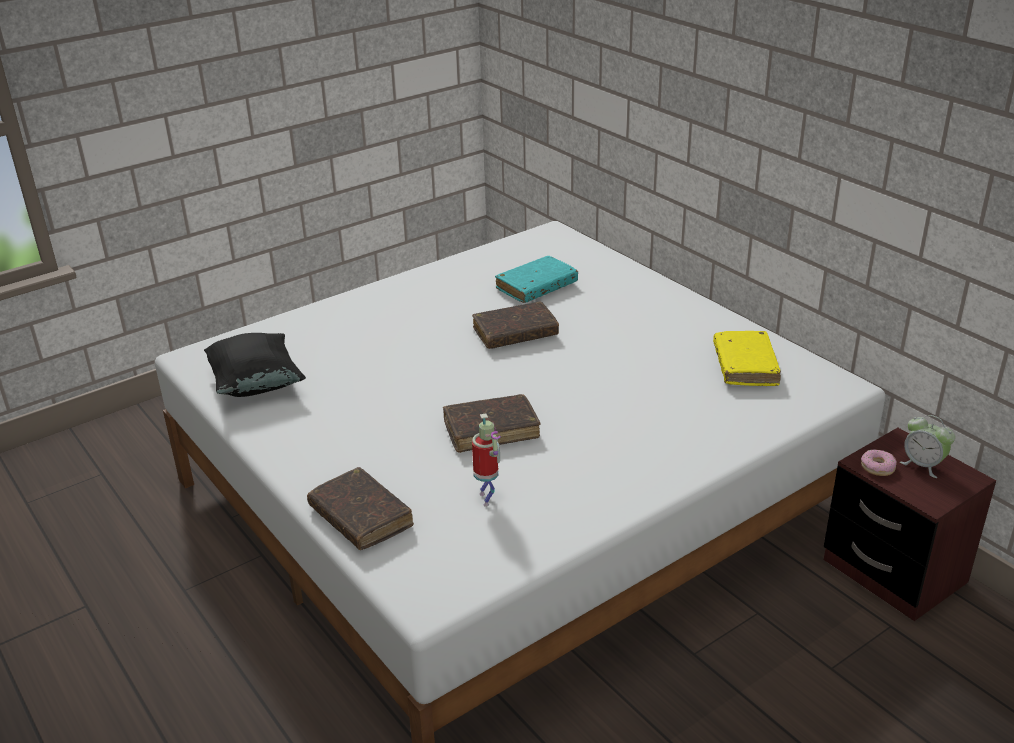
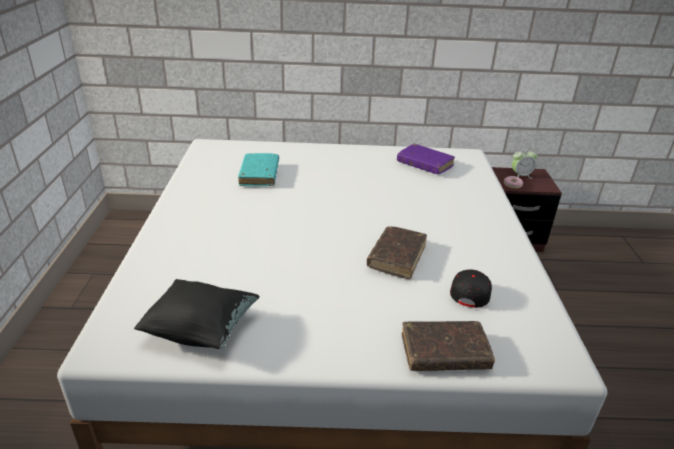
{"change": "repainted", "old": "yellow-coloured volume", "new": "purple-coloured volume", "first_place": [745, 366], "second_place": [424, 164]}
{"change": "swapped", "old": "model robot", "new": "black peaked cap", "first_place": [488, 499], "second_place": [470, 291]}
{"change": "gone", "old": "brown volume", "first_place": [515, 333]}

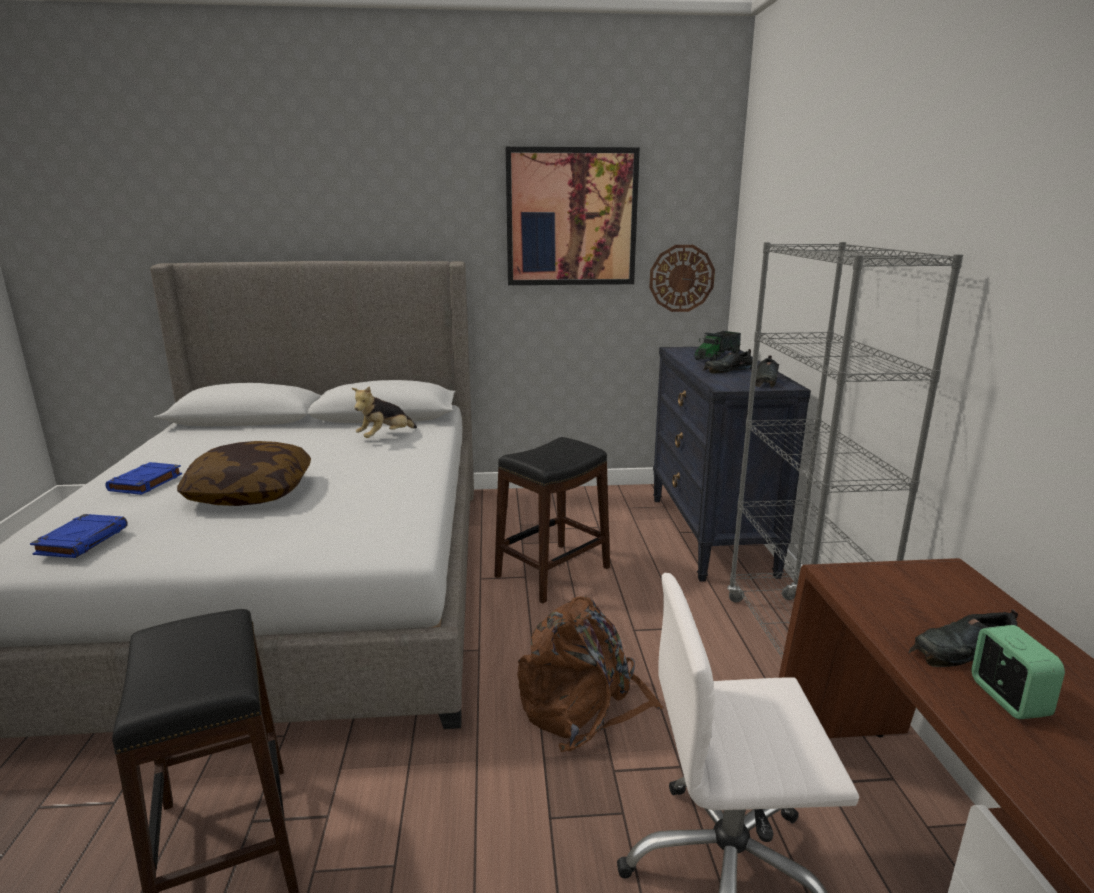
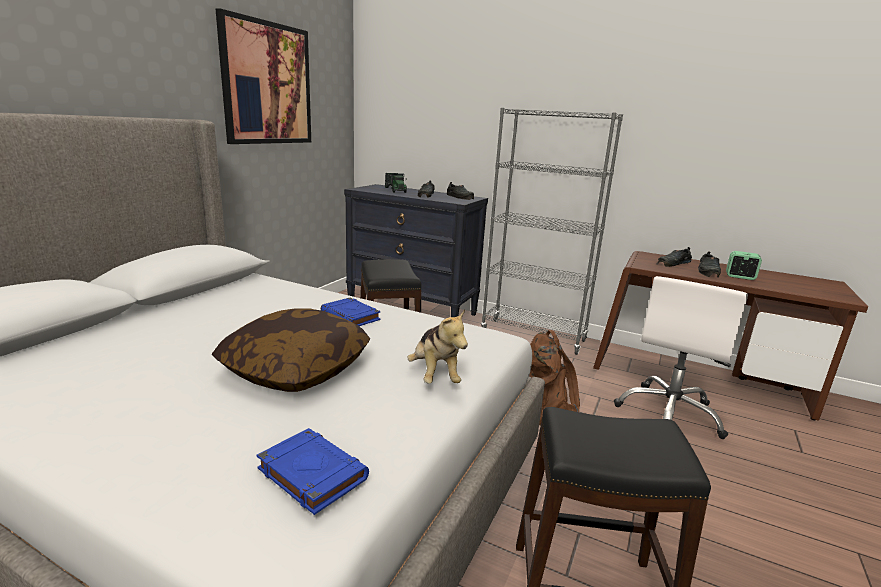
{"change": "shifted", "old": "blue volume", "first_place": [145, 483], "second_place": [351, 317]}
{"change": "shifted", "old": "plush toy", "first_place": [385, 437], "second_place": [434, 375]}
{"change": "new", "new": "black shoe", "second_place": [673, 263]}
{"change": "gone", "old": "clock on the wall", "first_place": [681, 278]}

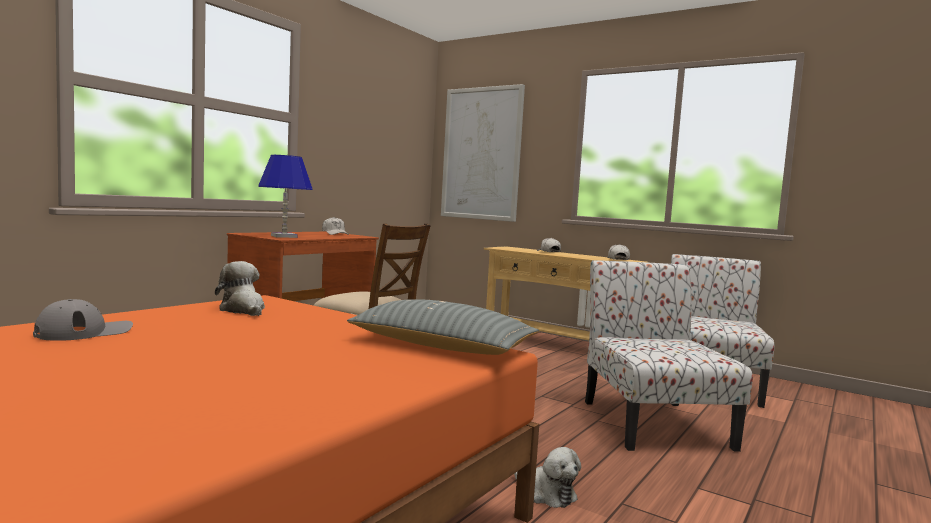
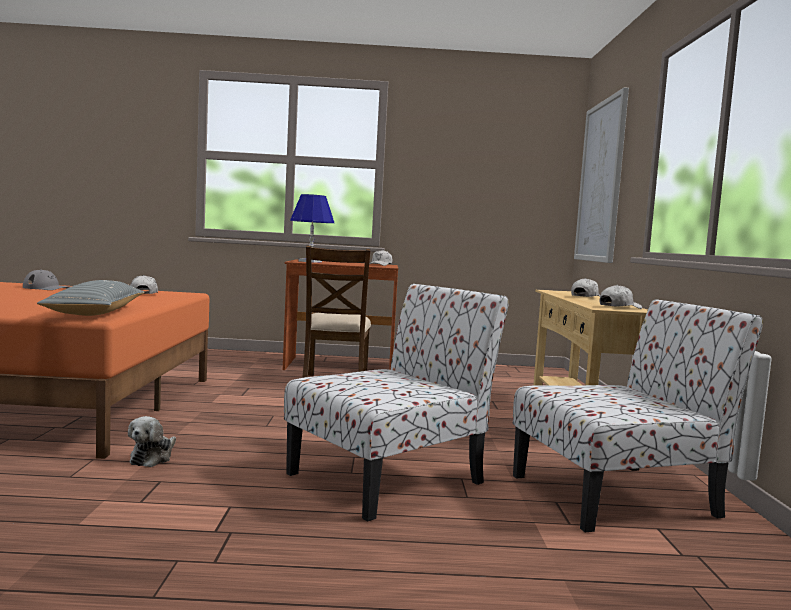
{"change": "swapped", "old": "plush toy", "new": "white-coloured peaked cap", "first_place": [243, 310], "second_place": [144, 293]}

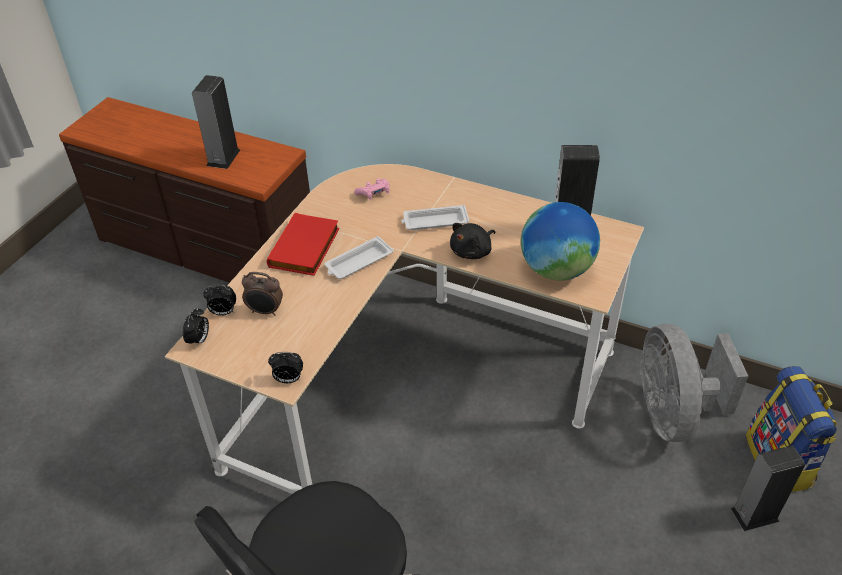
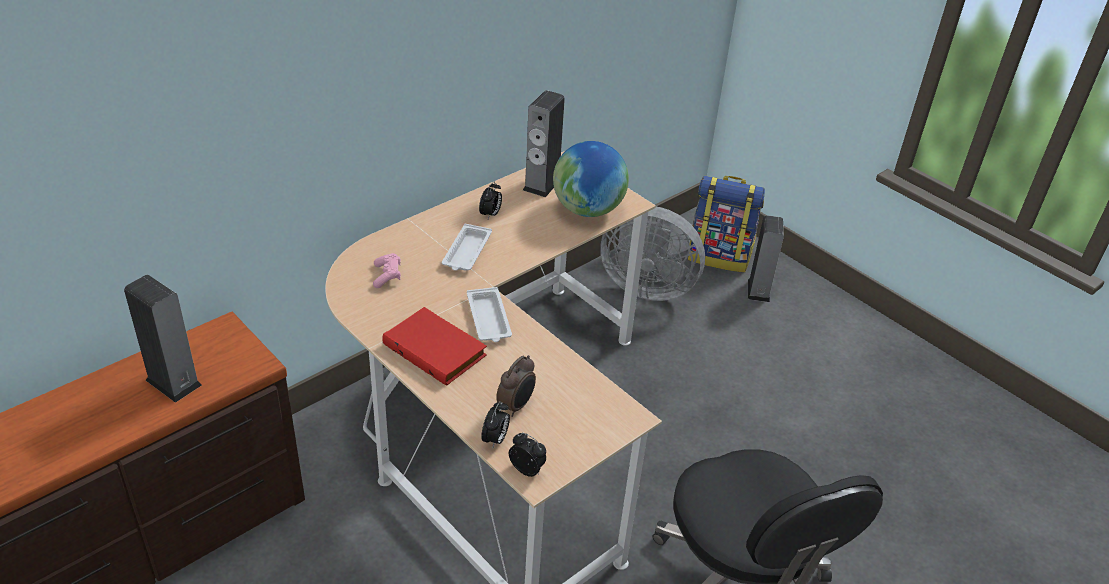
{"change": "shifted", "old": "table clock", "first_place": [288, 379], "second_place": [490, 215]}
{"change": "gone", "old": "black plush toy", "first_place": [472, 251]}

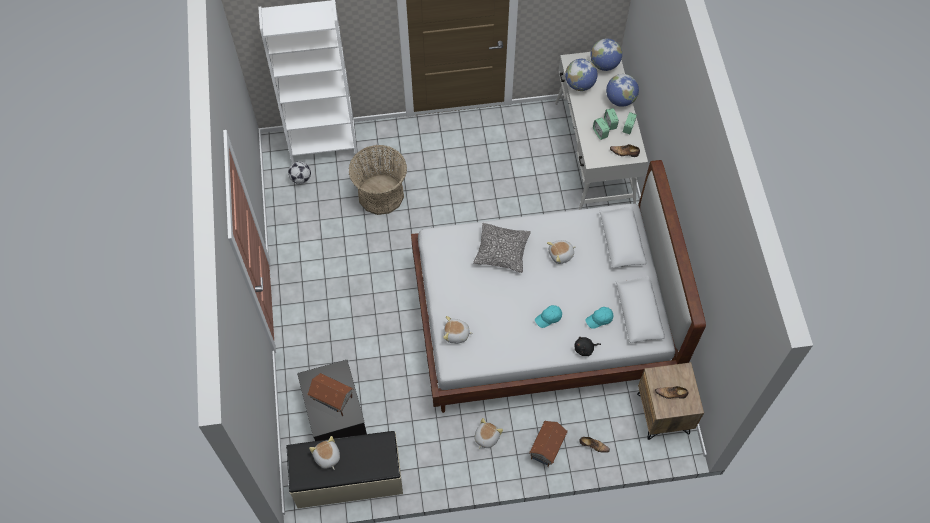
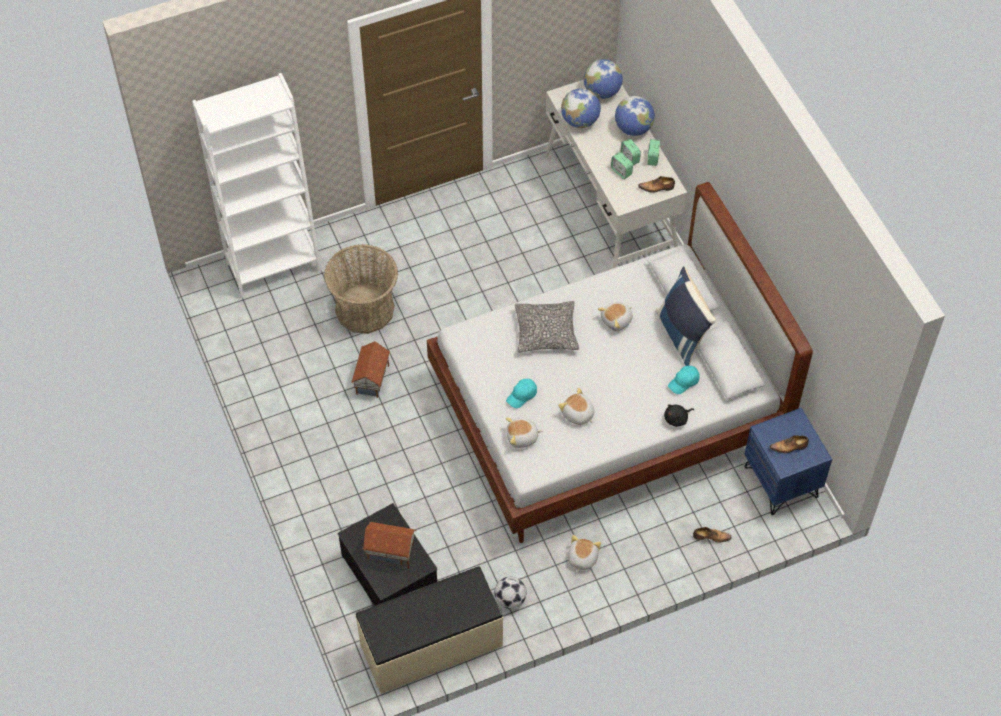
{"change": "shifted", "old": "model house", "first_place": [547, 449], "second_place": [373, 380]}
{"change": "shifted", "old": "ball for football", "first_place": [301, 178], "second_place": [510, 599]}
{"change": "shifted", "old": "turquoise peaked cap", "first_place": [549, 318], "second_place": [522, 396]}
{"change": "shifted", "old": "plush toy", "first_place": [327, 457], "second_place": [577, 414]}
{"change": "new", "new": "blue pillow", "second_place": [682, 335]}
{"change": "repainted", "old": "brown bedside table", "new": "blue bedside table", "first_place": [663, 413], "second_place": [781, 482]}

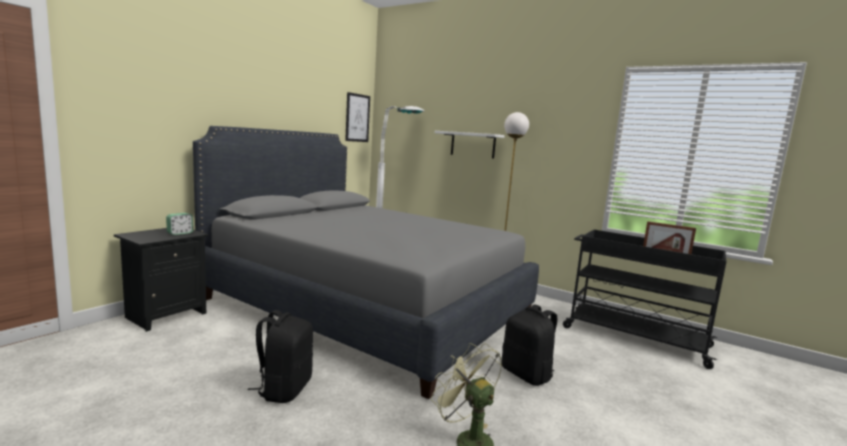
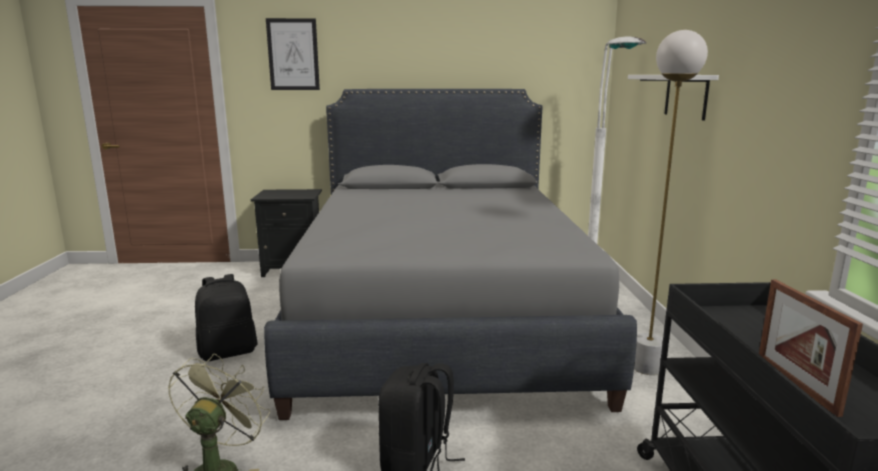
{"change": "shifted", "old": "wall art", "first_place": [357, 118], "second_place": [293, 54]}
{"change": "gone", "old": "table clock", "first_place": [180, 233]}

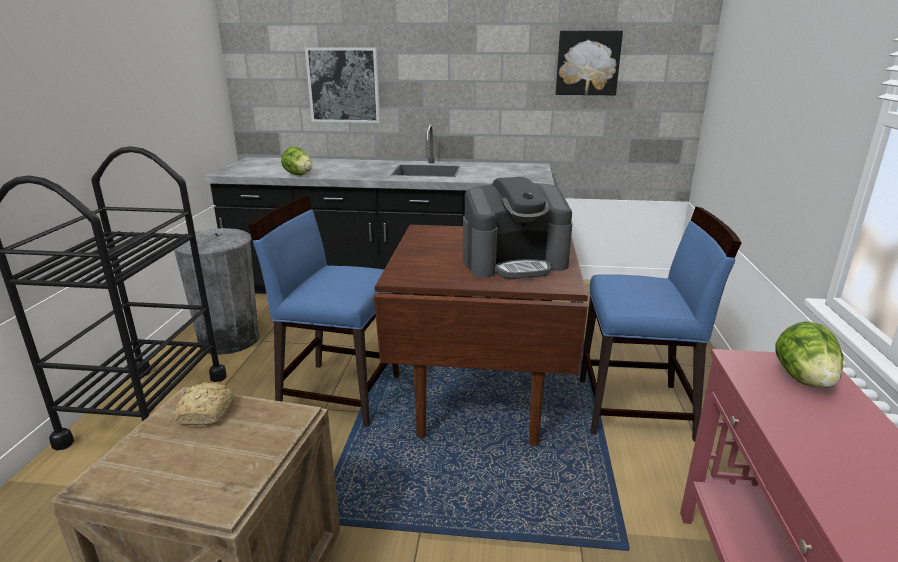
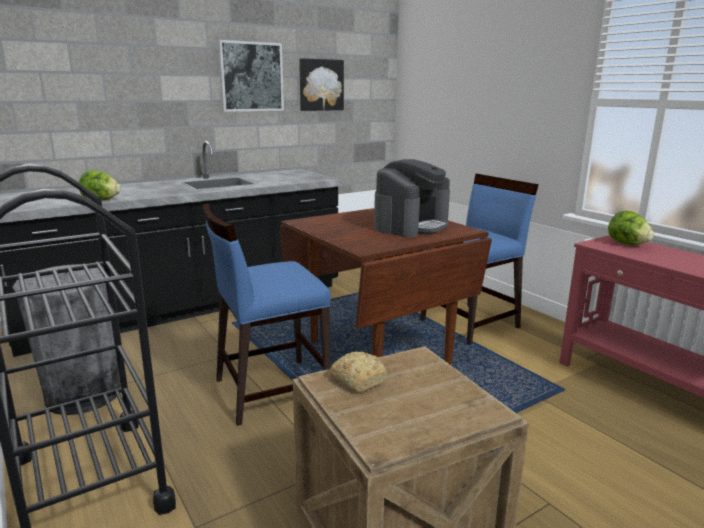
{"change": "shifted", "old": "wall art", "first_place": [344, 85], "second_place": [251, 77]}

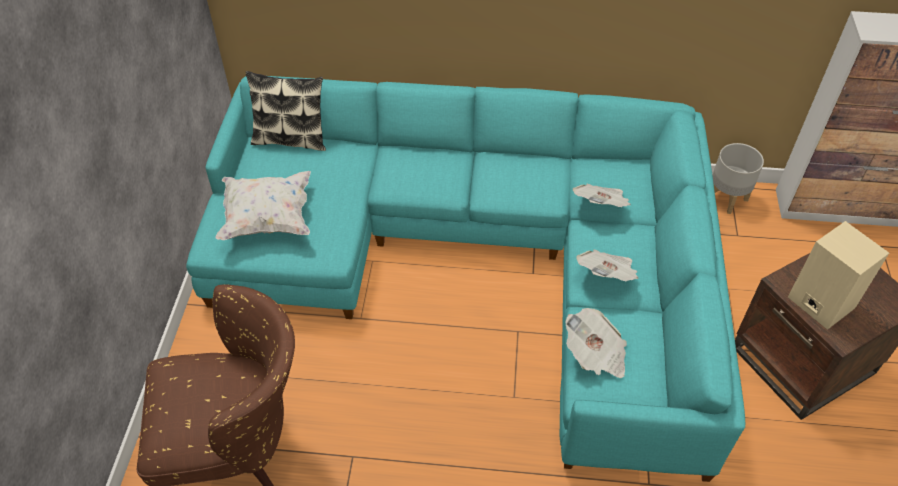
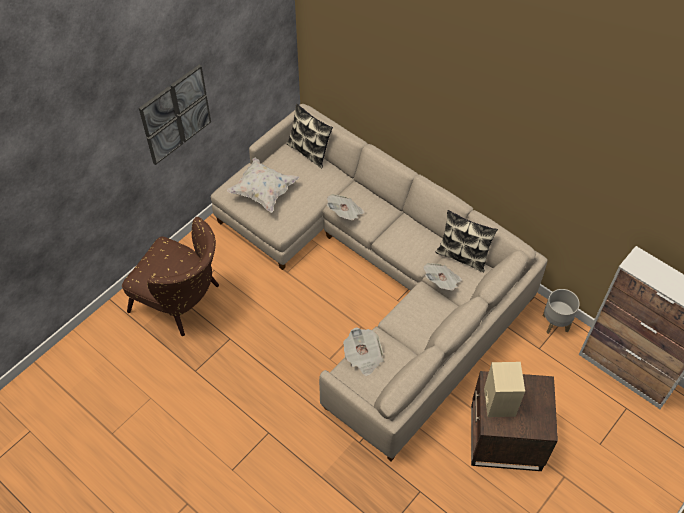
{"change": "new", "new": "wall art", "second_place": [175, 114]}
{"change": "repainted", "old": "turquoise couch", "new": "sand-coloured couch", "first_place": [480, 258], "second_place": [375, 275]}
{"change": "shifted", "old": "printed paper", "first_place": [607, 275], "second_place": [345, 213]}
{"change": "new", "new": "pillow", "second_place": [462, 256]}

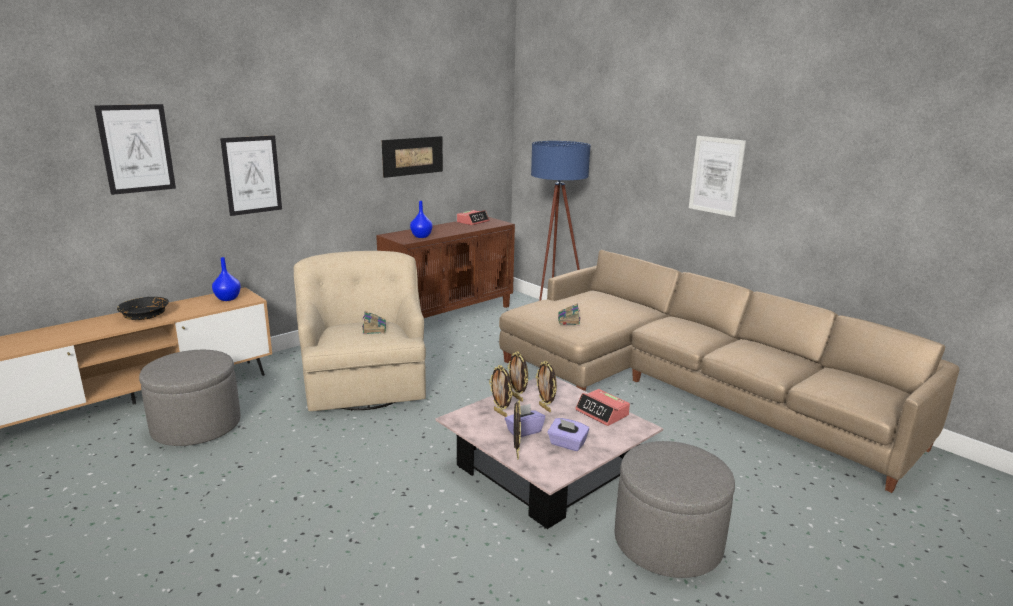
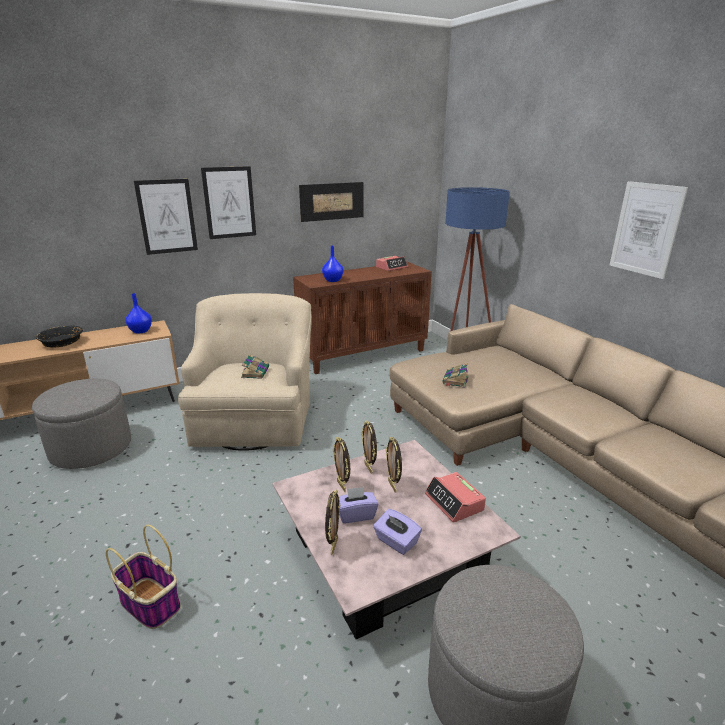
{"change": "new", "new": "basket", "second_place": [149, 603]}
{"change": "shifted", "old": "wall art", "first_place": [136, 148], "second_place": [229, 203]}

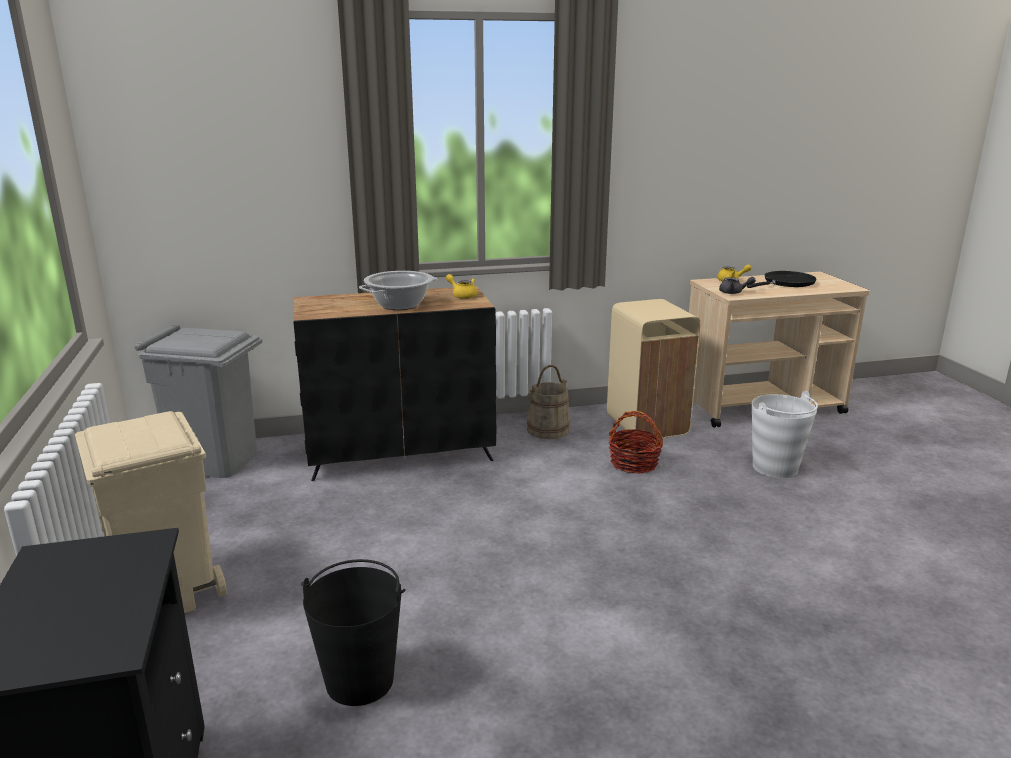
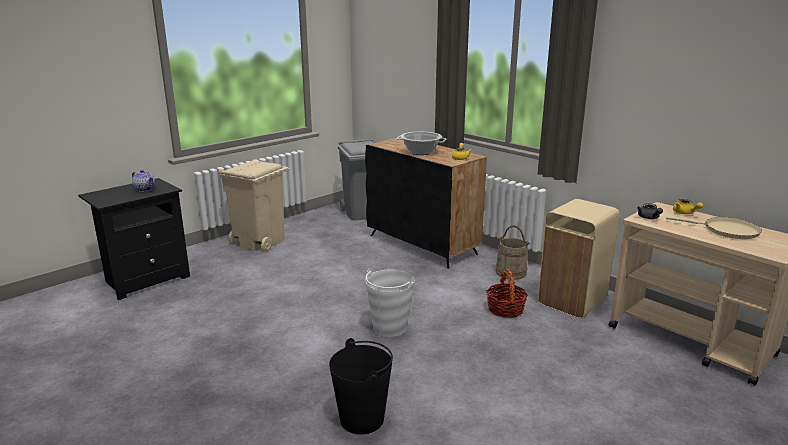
{"change": "new", "new": "pot for tea", "second_place": [144, 189]}
{"change": "shifted", "old": "black bucket", "first_place": [360, 680], "second_place": [362, 419]}
{"change": "shifted", "old": "white-coloured bucket", "first_place": [775, 468], "second_place": [389, 327]}
{"change": "repainted", "old": "black pan", "new": "sand-coloured pan", "first_place": [786, 283], "second_place": [726, 231]}

